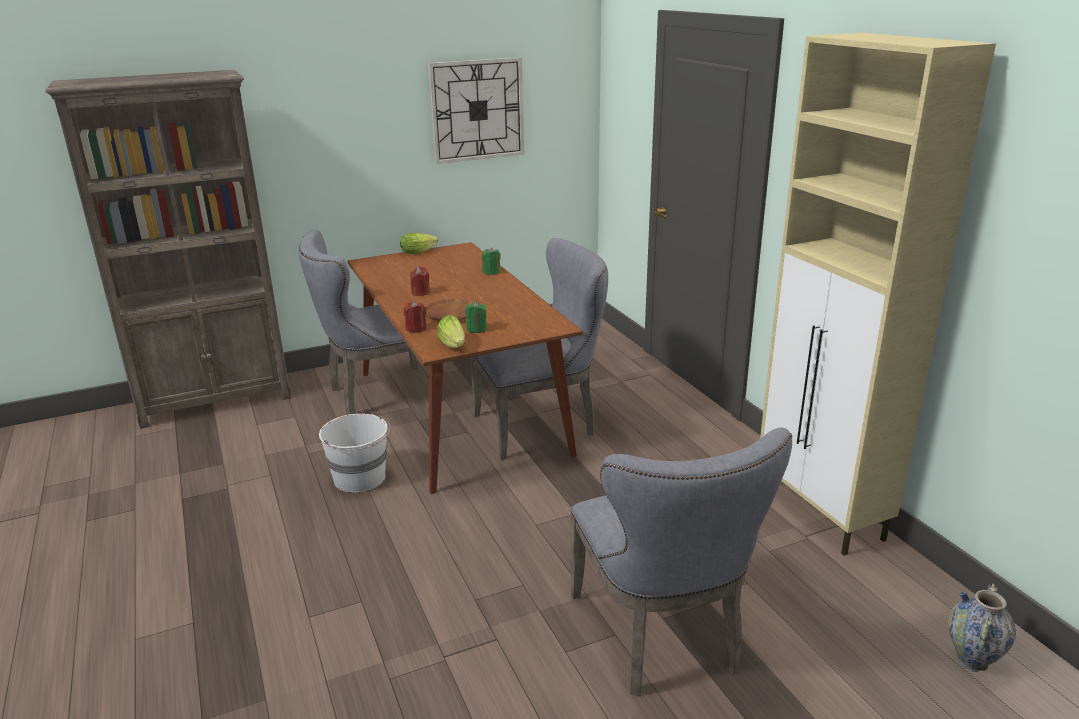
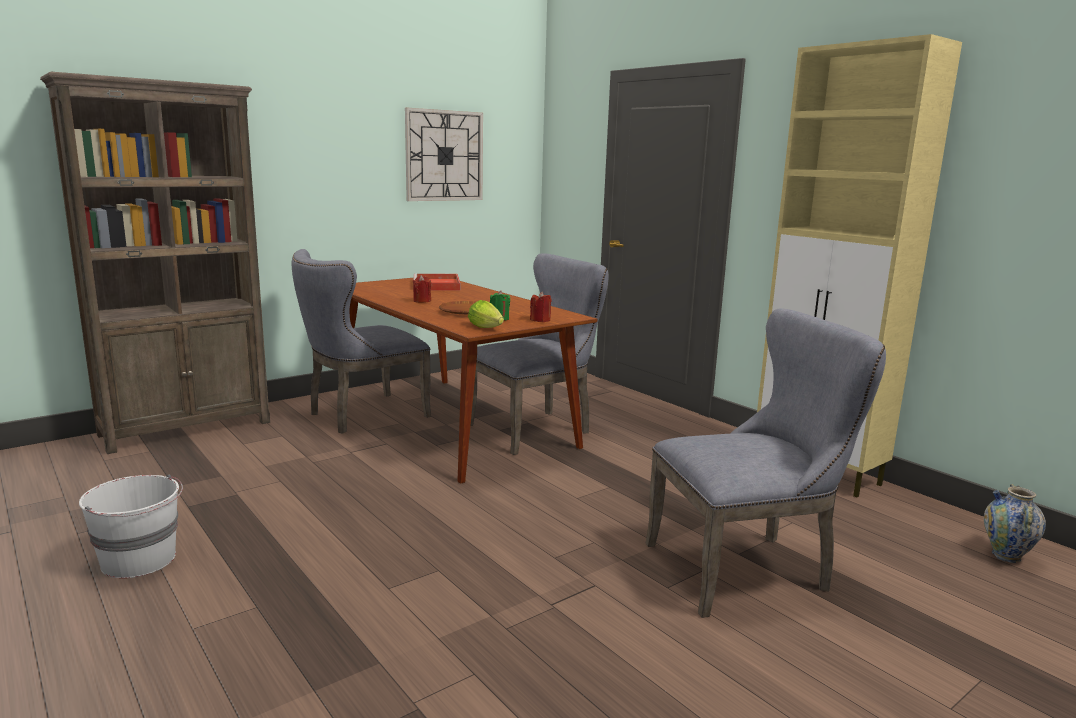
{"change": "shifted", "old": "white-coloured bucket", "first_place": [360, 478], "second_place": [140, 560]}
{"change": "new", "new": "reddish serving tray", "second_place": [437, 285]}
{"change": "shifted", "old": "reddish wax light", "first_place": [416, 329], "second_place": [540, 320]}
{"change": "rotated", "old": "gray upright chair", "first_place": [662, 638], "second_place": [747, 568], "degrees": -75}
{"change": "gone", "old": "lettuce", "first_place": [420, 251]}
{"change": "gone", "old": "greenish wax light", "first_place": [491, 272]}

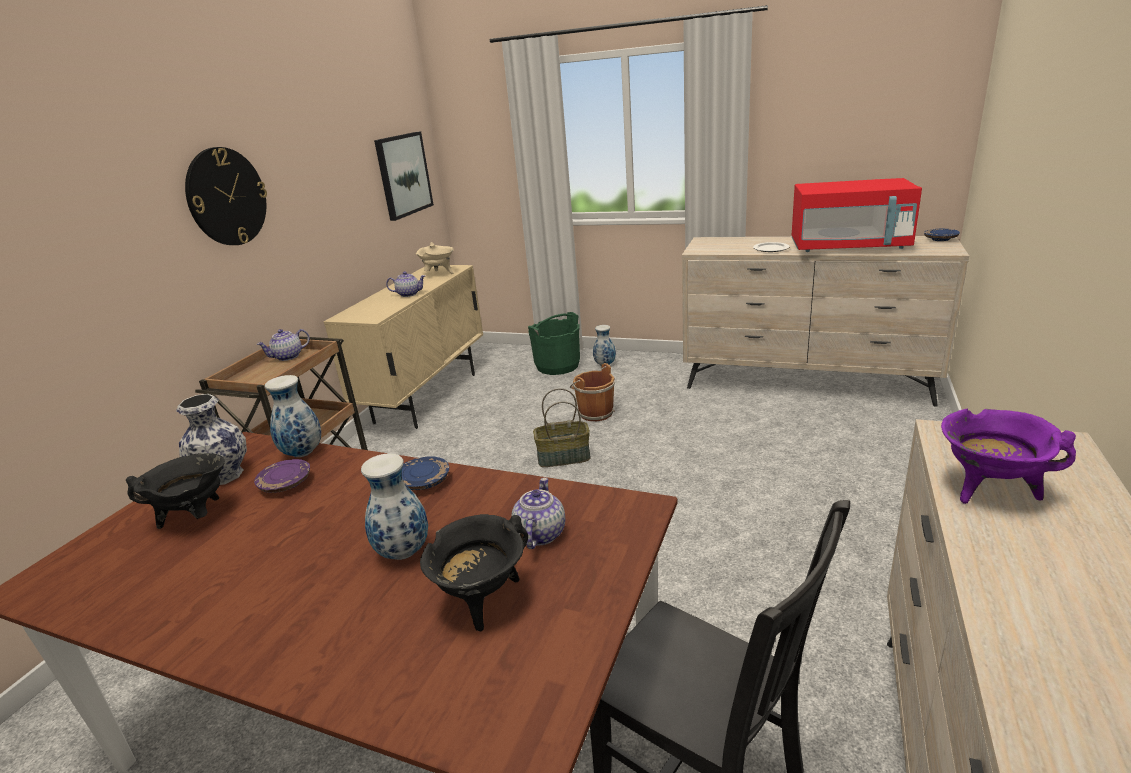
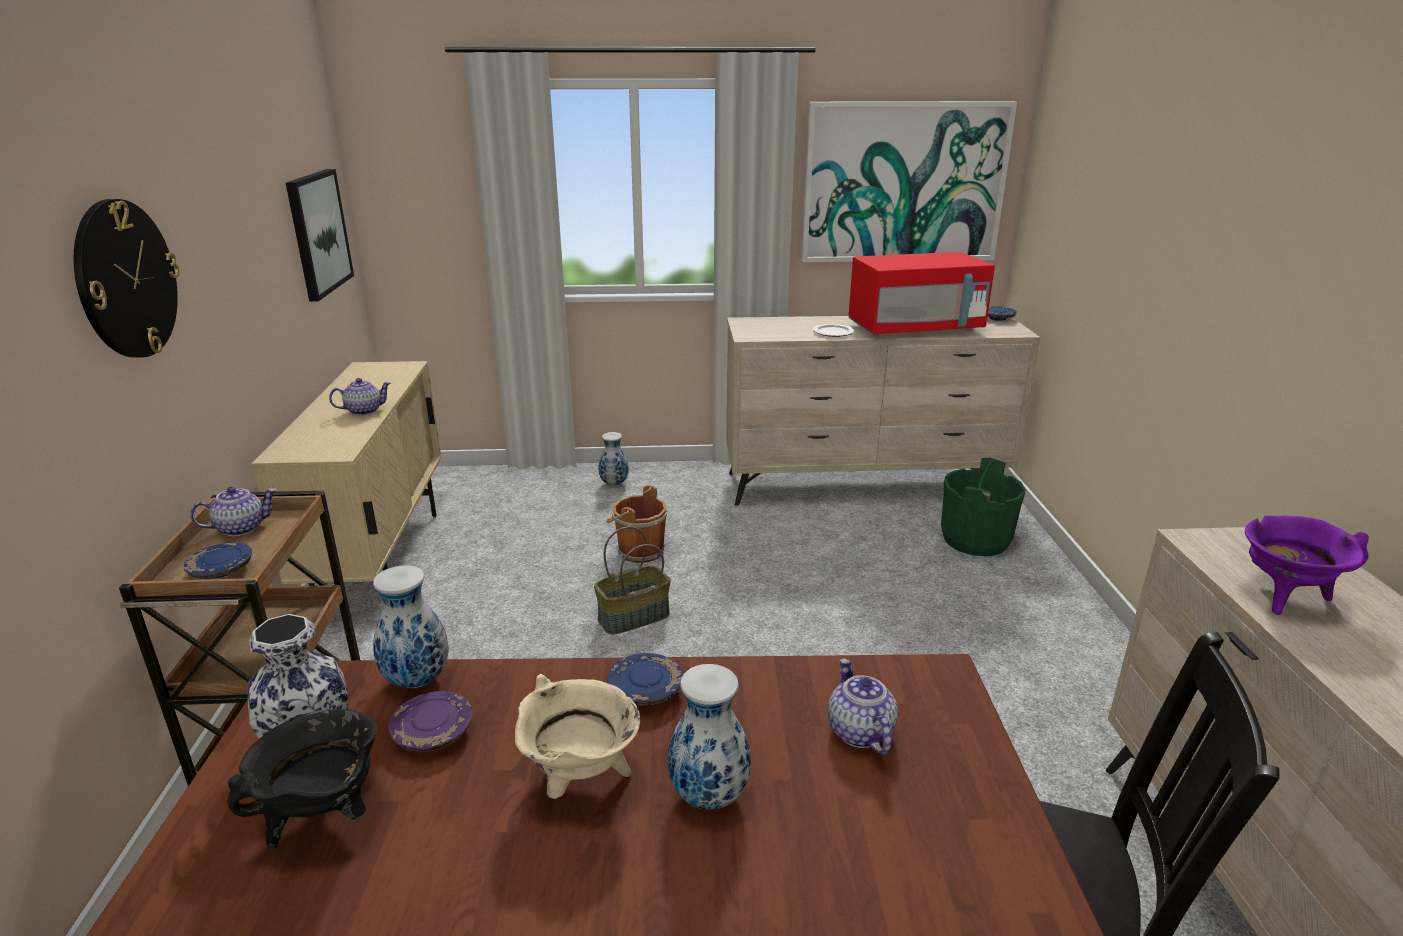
{"change": "new", "new": "blue plate", "second_place": [221, 570]}
{"change": "rotated", "old": "pot for tea", "first_place": [288, 357], "second_place": [241, 528], "degrees": -150}
{"change": "shifted", "old": "sand-coloured saucepot", "first_place": [439, 274], "second_place": [581, 779]}
{"change": "new", "new": "wall art", "second_place": [903, 183]}
{"change": "shifted", "old": "greenish bucket", "first_place": [558, 366], "second_place": [975, 540]}
{"change": "gone", "old": "black saucepot", "first_place": [482, 601]}

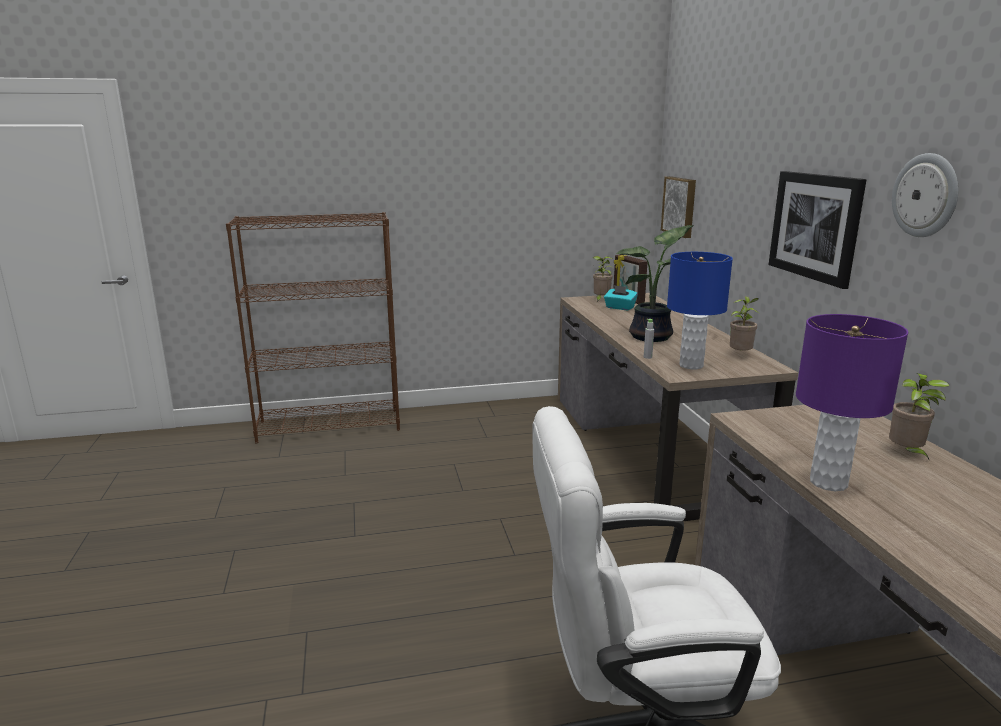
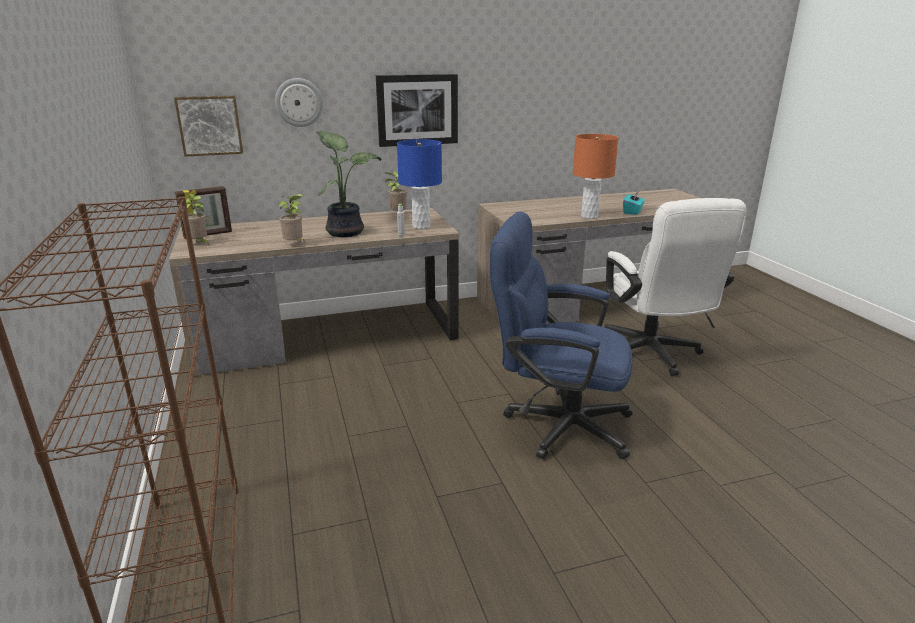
{"change": "shifted", "old": "clock on the wall", "first_place": [926, 195], "second_place": [299, 102]}
{"change": "shifted", "old": "plant in a pot", "first_place": [906, 454], "second_place": [295, 244]}
{"change": "new", "new": "blue desk chair", "second_place": [556, 424]}
{"change": "repainted", "old": "purple-coloured table lamp", "new": "orange-coloured table lamp", "first_place": [827, 482], "second_place": [589, 216]}
{"change": "shifted", "old": "turquoise tissue holder", "first_place": [619, 308], "second_place": [632, 212]}

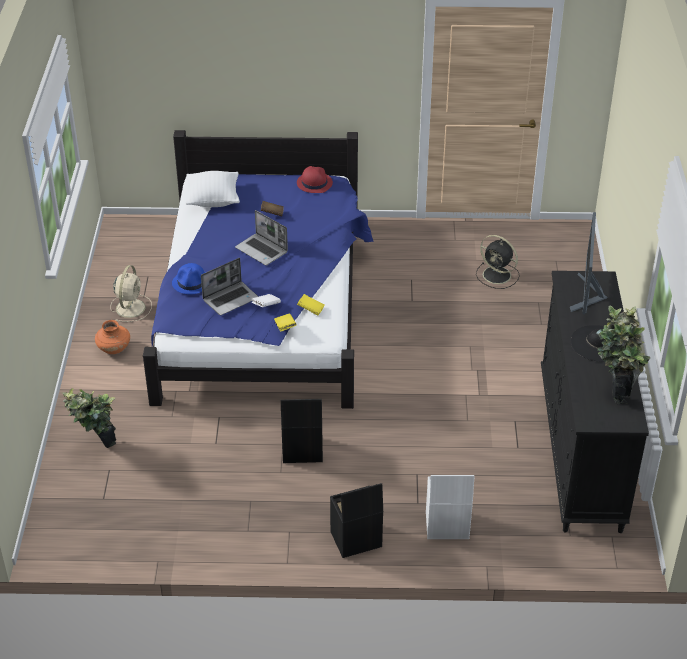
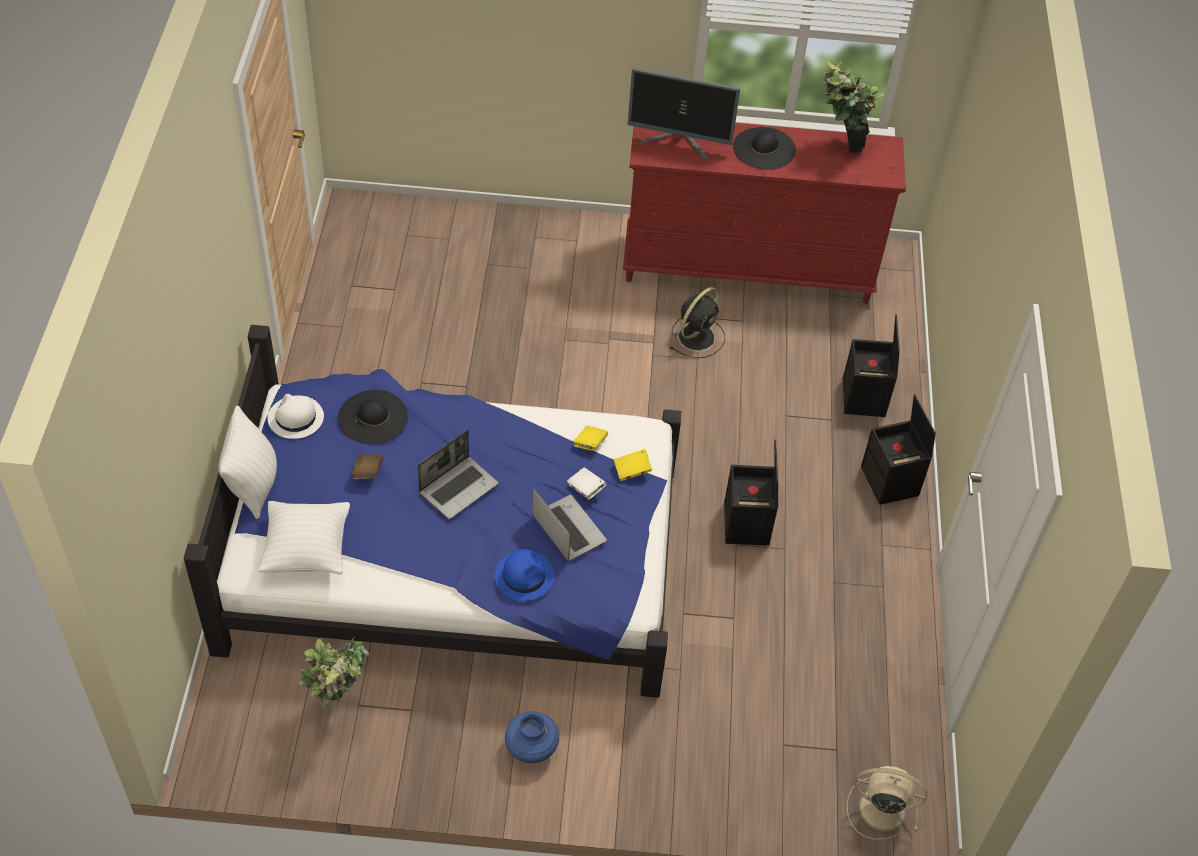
{"change": "new", "new": "white-coloured pillow", "second_place": [253, 485]}
{"change": "repainted", "old": "reddish hat", "new": "white-coloured hat", "first_place": [314, 183], "second_place": [295, 418]}
{"change": "shifted", "old": "plant in a pot", "first_place": [97, 449], "second_place": [340, 710]}
{"change": "new", "new": "black hat", "second_place": [373, 417]}
{"change": "repainted", "old": "orange-coloured vase", "new": "blue vase", "first_place": [114, 349], "second_place": [531, 748]}
{"change": "repainted", "old": "black chest of drawers", "new": "reddish chest of drawers", "first_place": [580, 451], "second_place": [749, 270]}
{"change": "shifted", "old": "black cooling fan", "first_place": [498, 275], "second_place": [697, 336]}
{"change": "repainted", "old": "white-coloured storage container", "new": "black storage container", "first_place": [446, 526], "second_place": [864, 398]}
{"change": "shifted", "old": "sand-coloured cooling fan", "first_place": [131, 307], "second_place": [880, 808]}

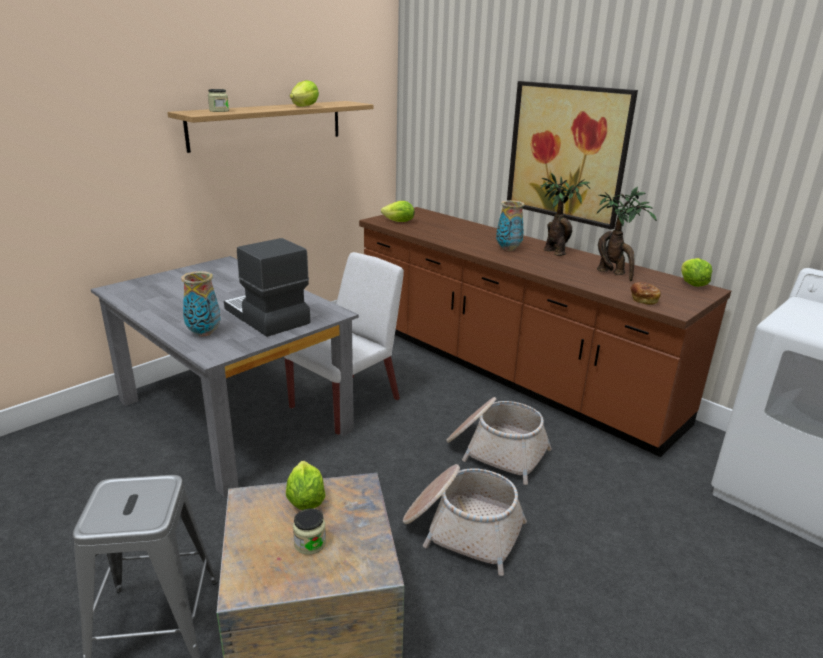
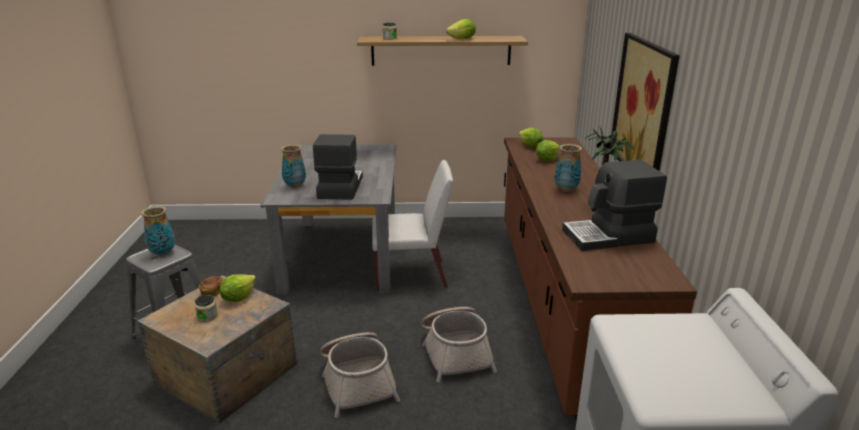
{"change": "new", "new": "vase", "second_place": [162, 253]}
{"change": "shifted", "old": "bakery bread", "first_place": [643, 299], "second_place": [212, 292]}
{"change": "shifted", "old": "lettuce", "first_place": [692, 284], "second_place": [547, 159]}
{"change": "swapped", "old": "plant in a pot", "new": "coffee machine", "first_place": [613, 273], "second_place": [609, 236]}

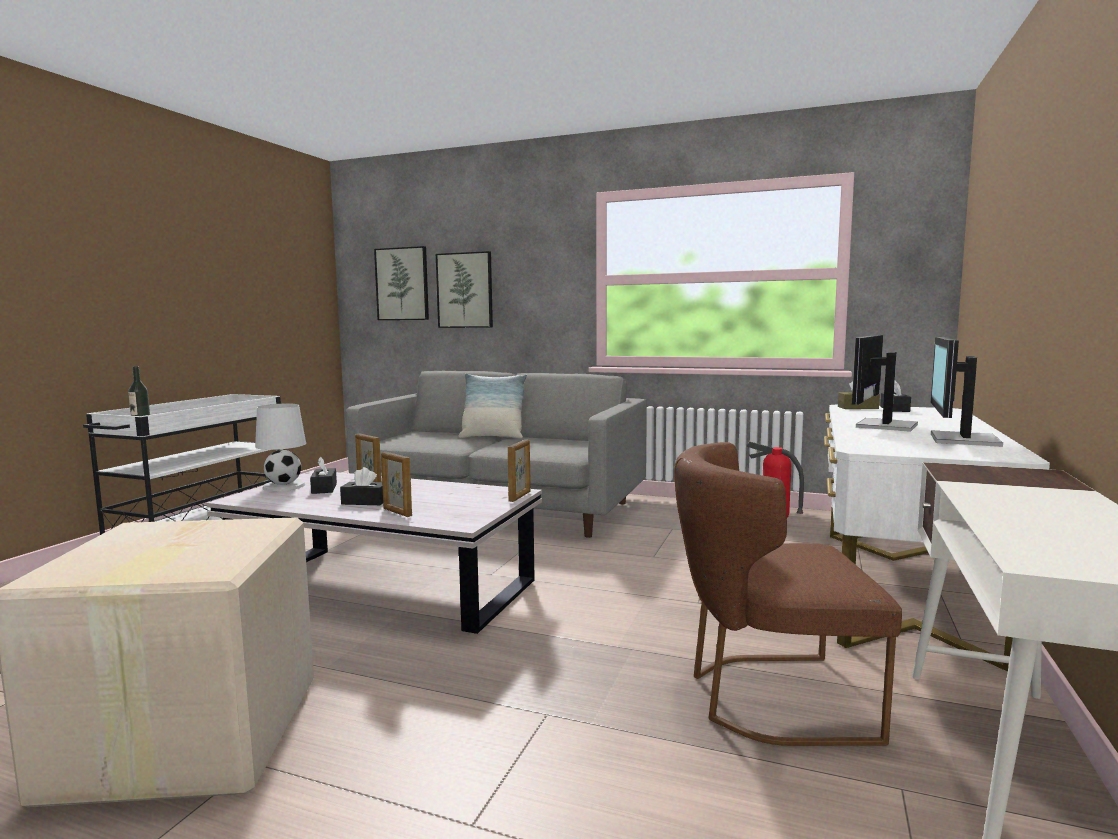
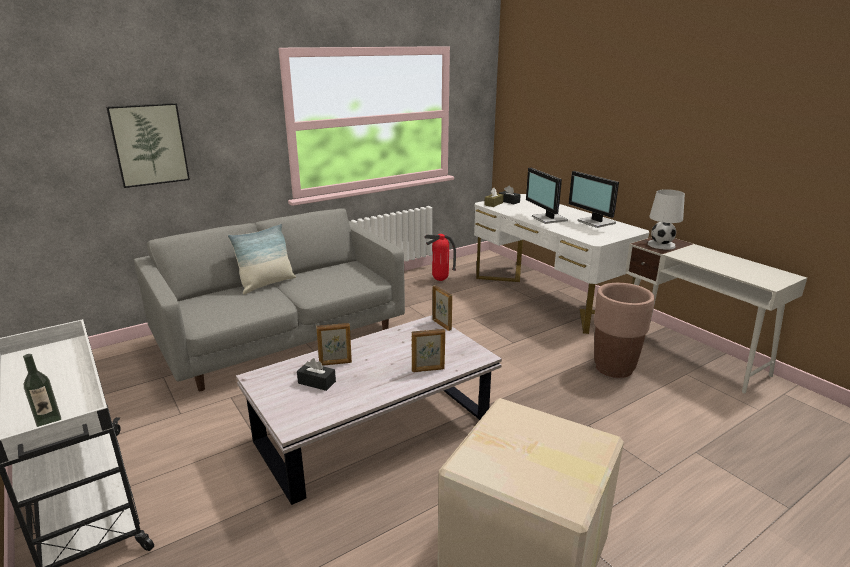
{"change": "swapped", "old": "brown upright chair", "new": "brown planter", "first_place": [767, 697], "second_place": [613, 368]}
{"change": "shifted", "old": "white-coloured table lamp", "first_place": [283, 486], "second_place": [661, 245]}
{"change": "gone", "old": "black tissue holder", "first_place": [365, 502]}
{"change": "gone", "old": "wall art", "first_place": [402, 284]}

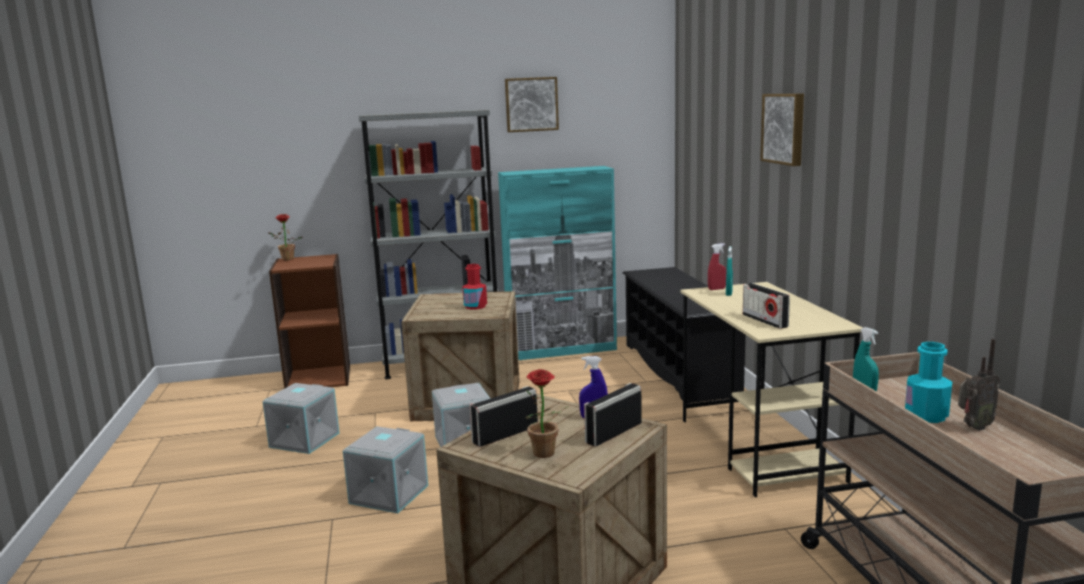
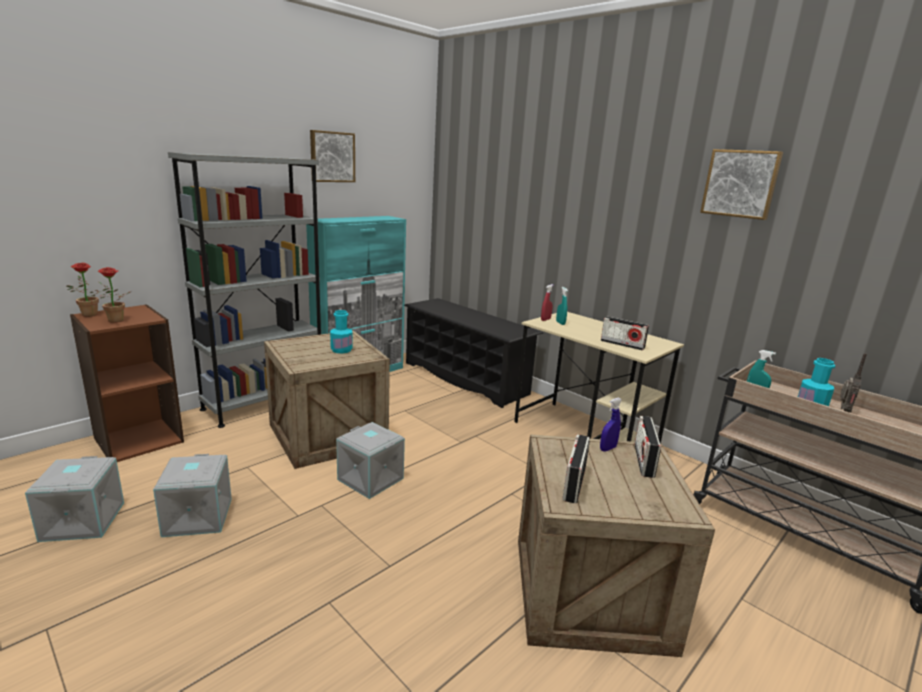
{"change": "shifted", "old": "gray storage container", "first_place": [388, 494], "second_place": [82, 521]}
{"change": "shifted", "old": "plant in a pot", "first_place": [545, 455], "second_place": [117, 321]}
{"change": "repainted", "old": "reddish drink bottle", "new": "turquoise drink bottle", "first_place": [475, 306], "second_place": [341, 350]}
{"change": "shifted", "old": "wall art", "first_place": [784, 128], "second_place": [740, 183]}

